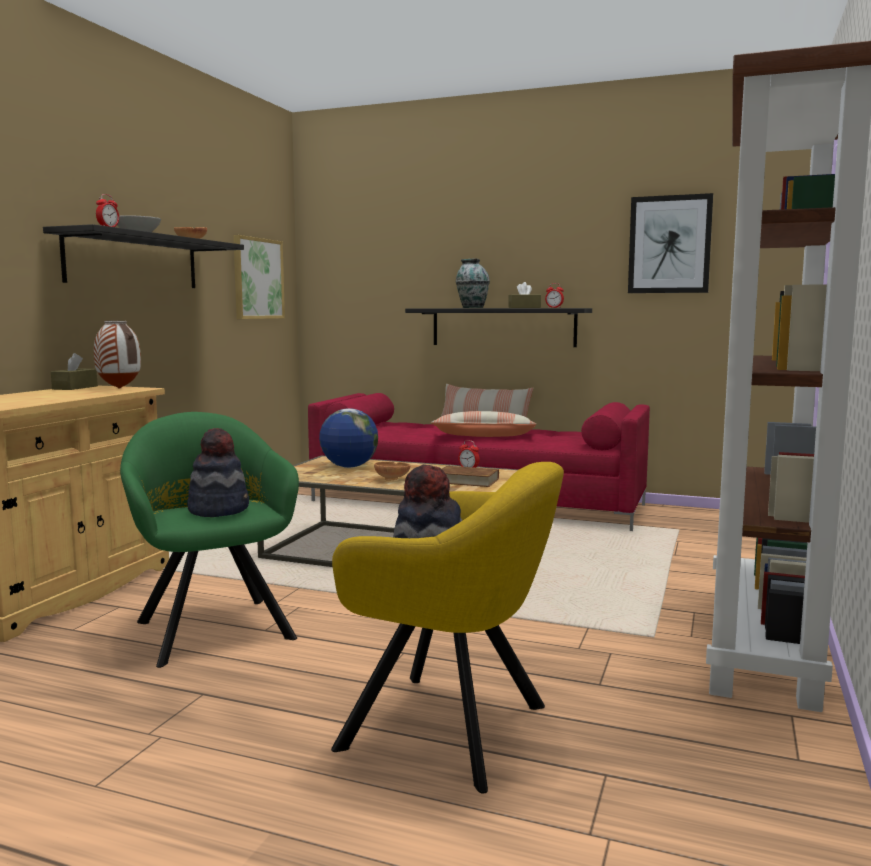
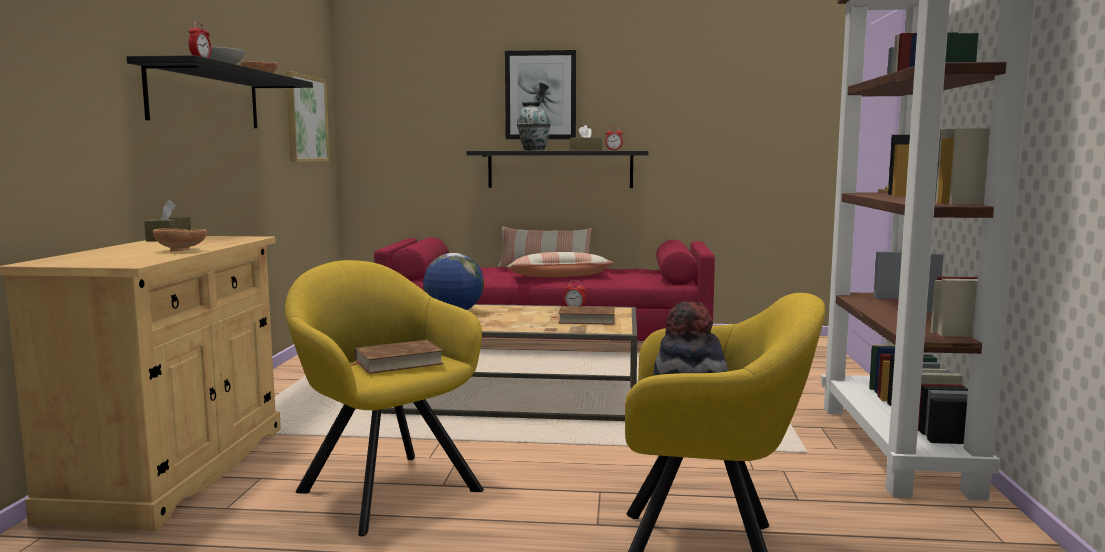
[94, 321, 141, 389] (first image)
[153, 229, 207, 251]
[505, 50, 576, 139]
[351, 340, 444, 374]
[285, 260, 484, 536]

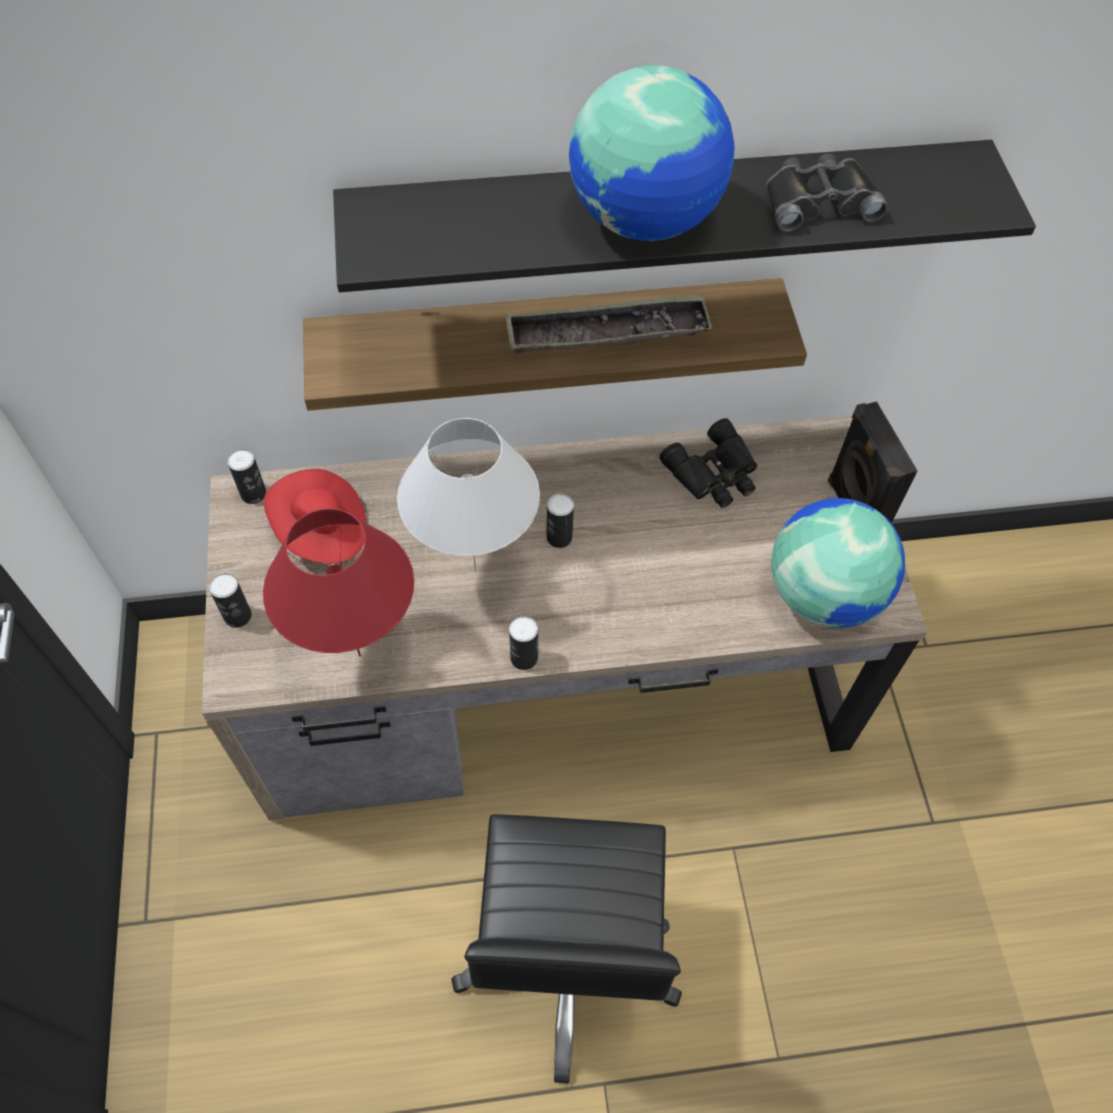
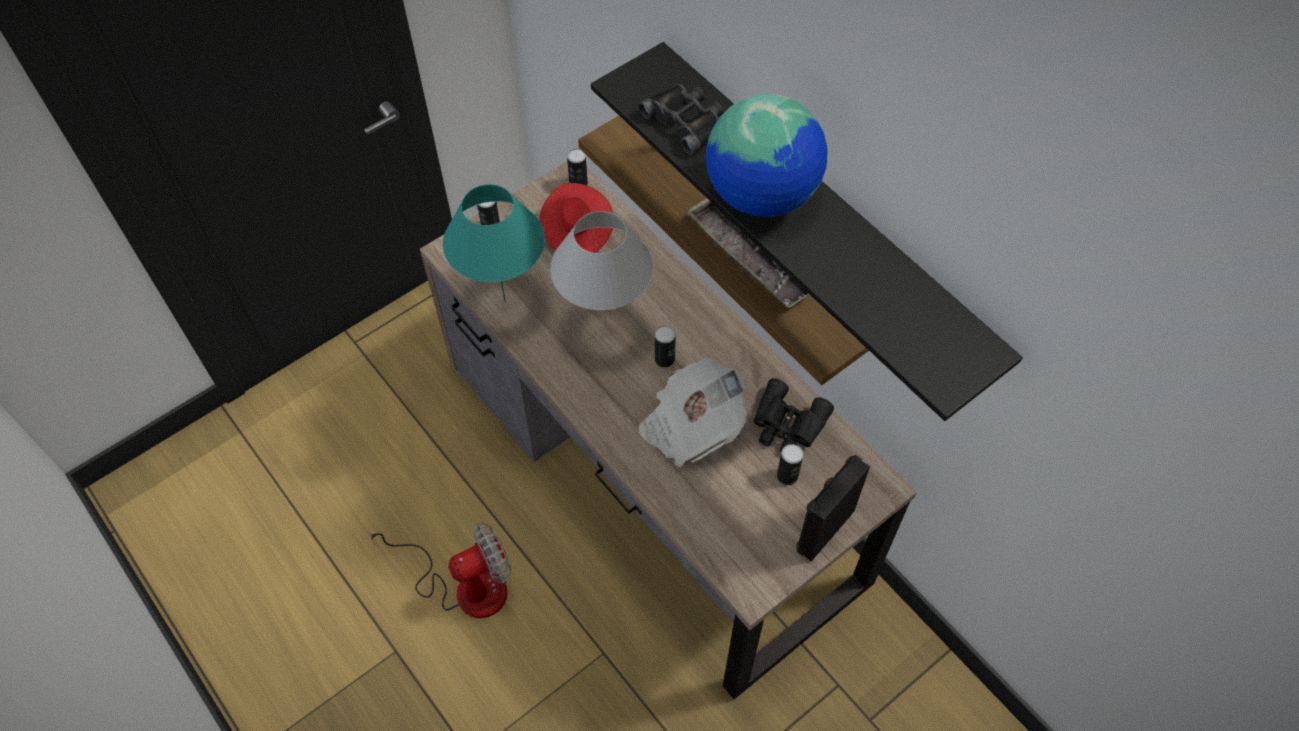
[771, 498, 905, 628] (first image)
[638, 358, 747, 467]
[777, 444, 804, 485]
[638, 84, 723, 155]
[367, 523, 511, 618]
[443, 184, 545, 302]

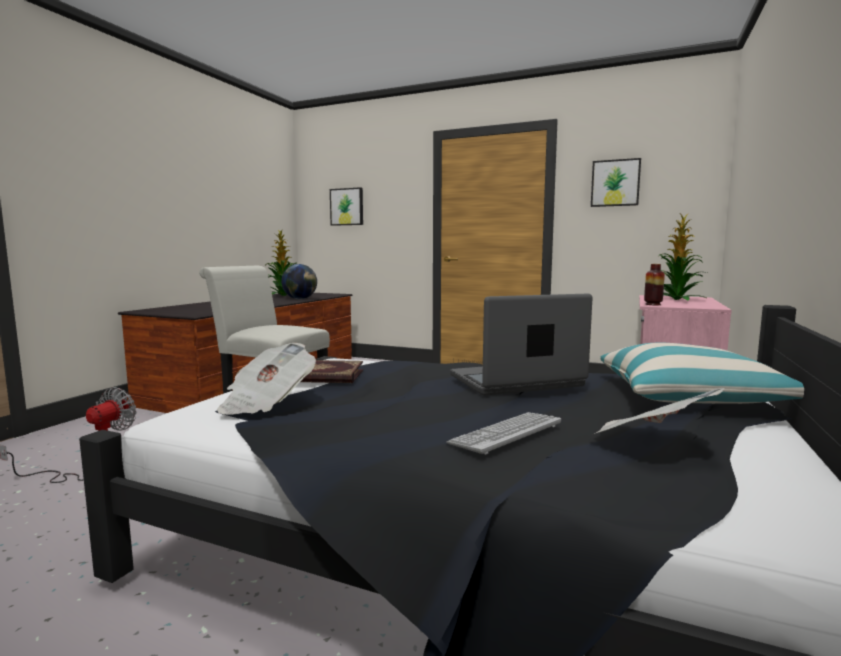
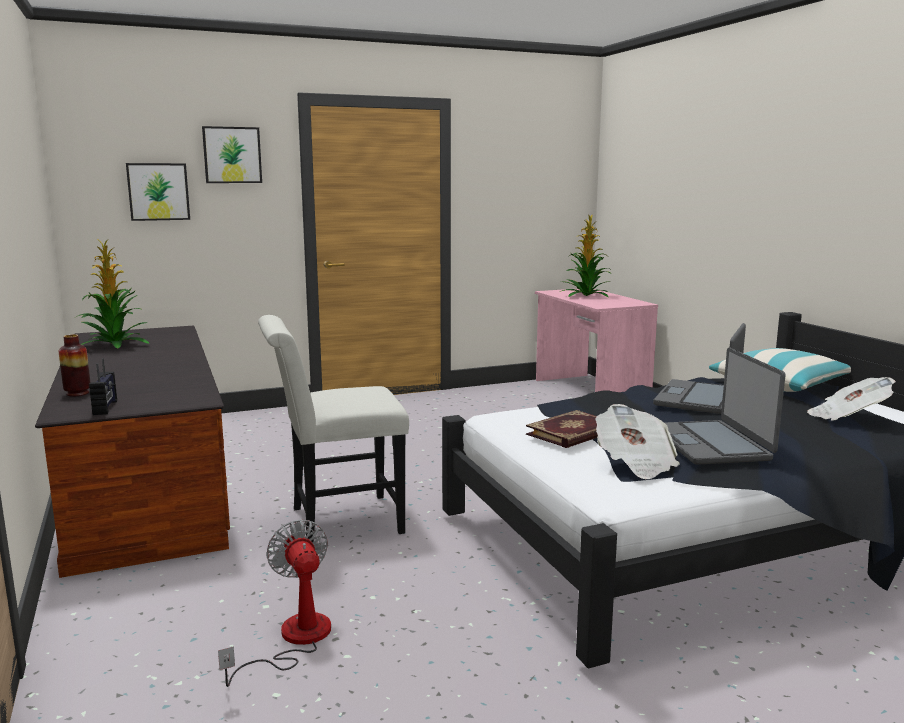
[281, 264, 317, 299] (first image)
[446, 412, 561, 455] (first image)
[89, 358, 117, 415]
[665, 347, 785, 465]
[202, 126, 262, 183]
[59, 334, 90, 396]

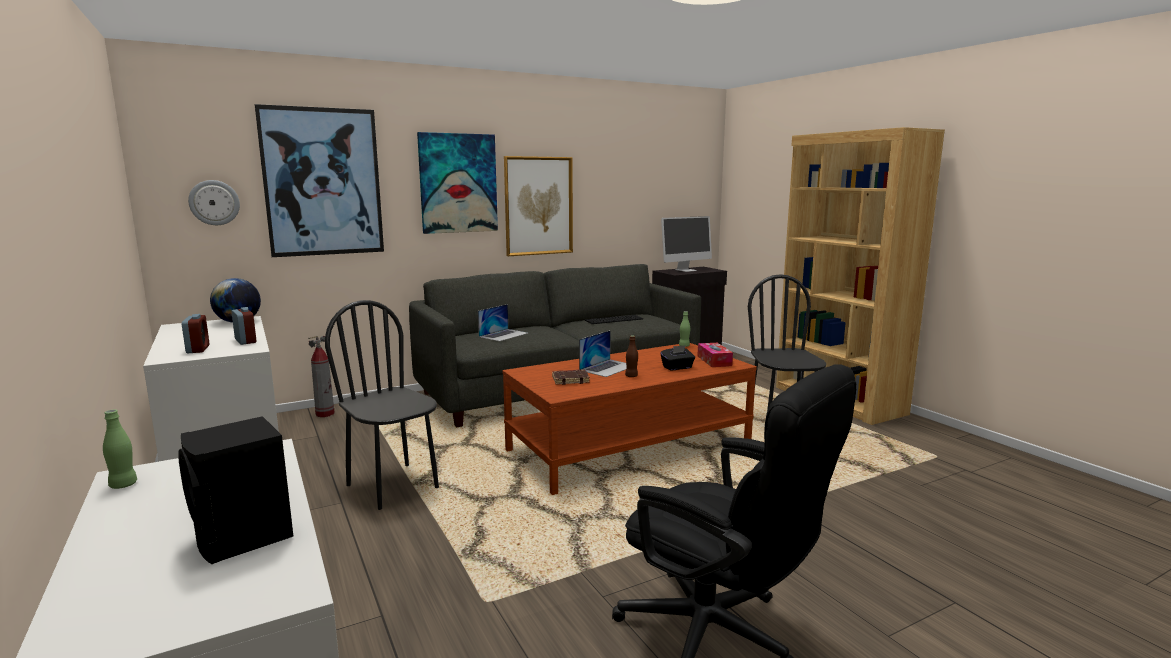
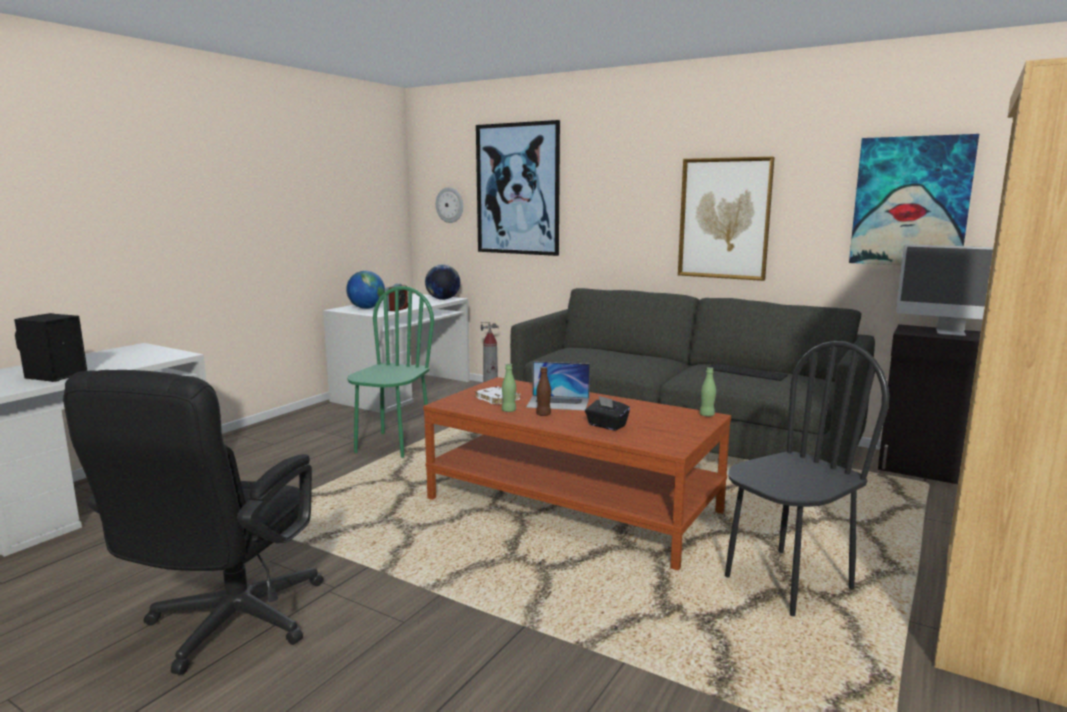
[478, 304, 528, 342] (first image)
[698, 343, 733, 367] (first image)
[502, 364, 516, 412]
[849, 134, 979, 265]
[346, 271, 385, 309]
[347, 286, 434, 458]
[474, 386, 520, 405]

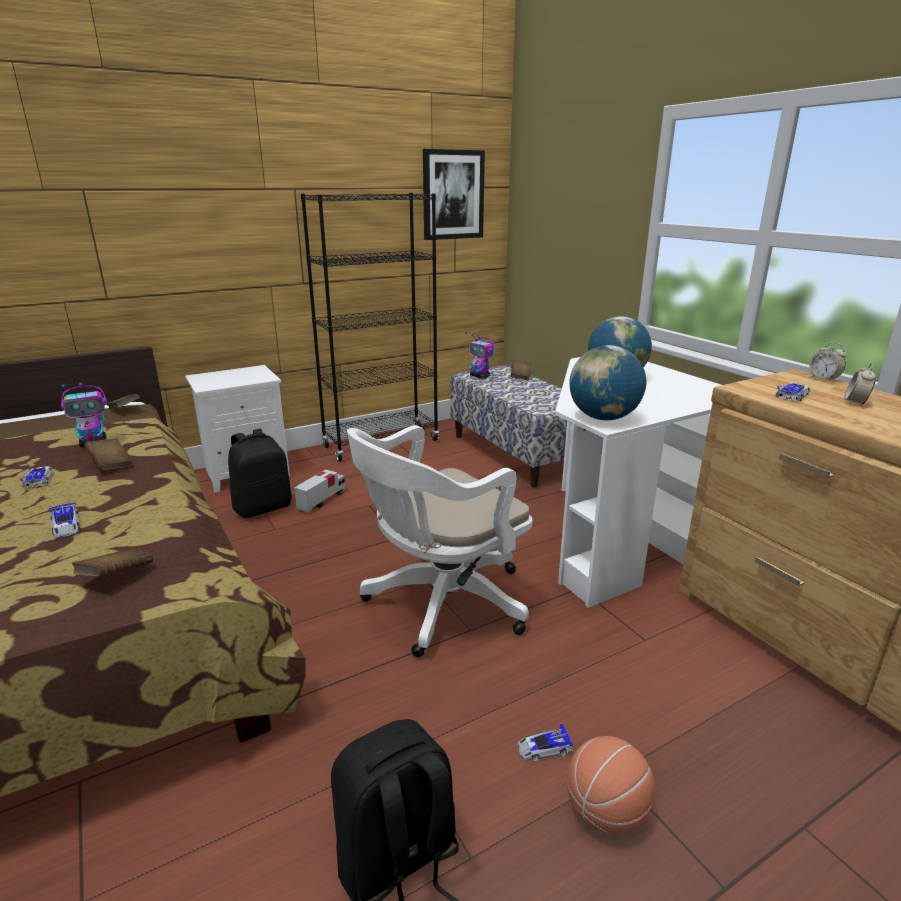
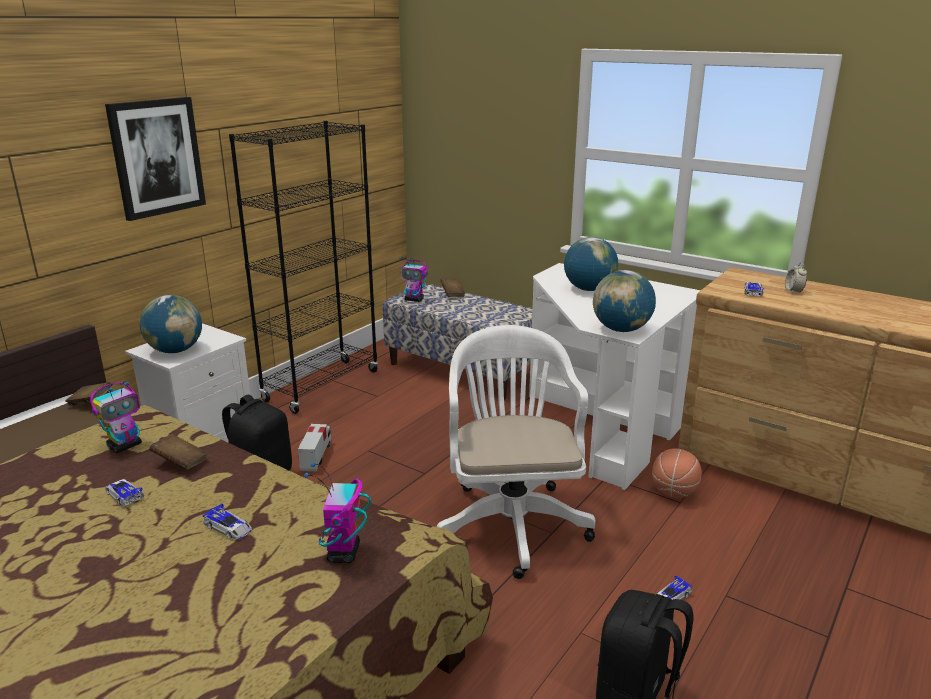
[810, 342, 846, 382] (first image)
[140, 295, 202, 353]
[105, 97, 206, 221]
[652, 449, 702, 498]
[304, 462, 371, 563]
[437, 325, 595, 579]

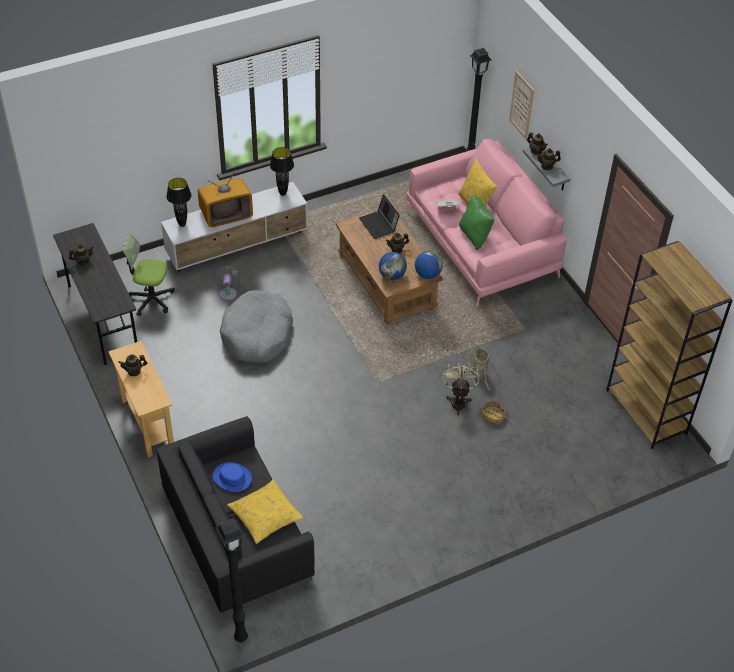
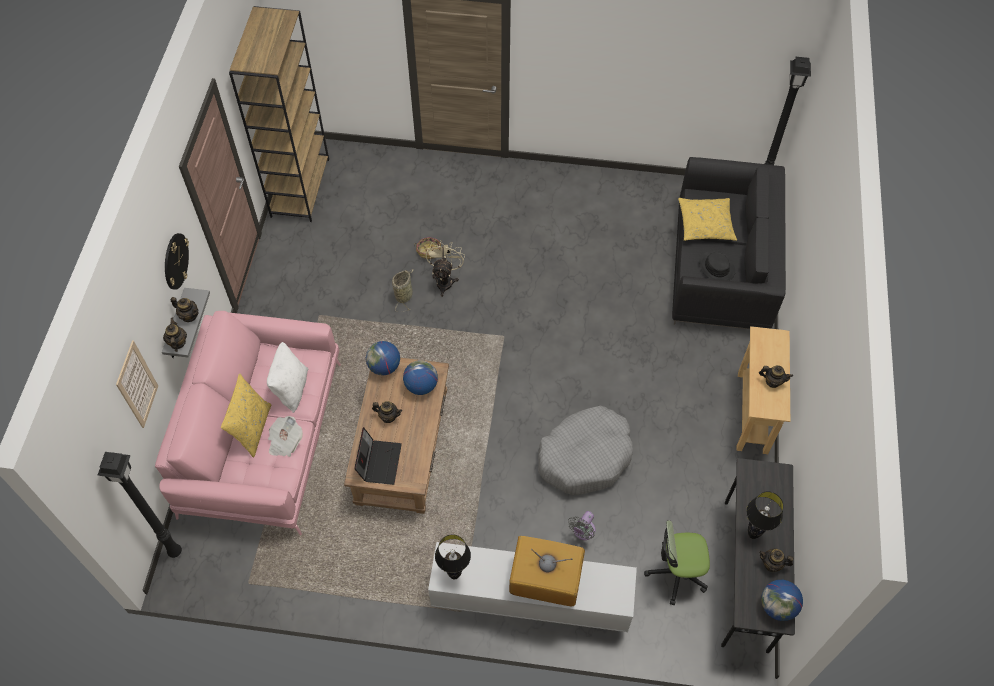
[165, 233, 189, 290]
[761, 580, 803, 621]
[746, 492, 784, 539]
[699, 250, 735, 281]
[267, 342, 308, 413]
[644, 520, 710, 605]
[426, 240, 465, 297]

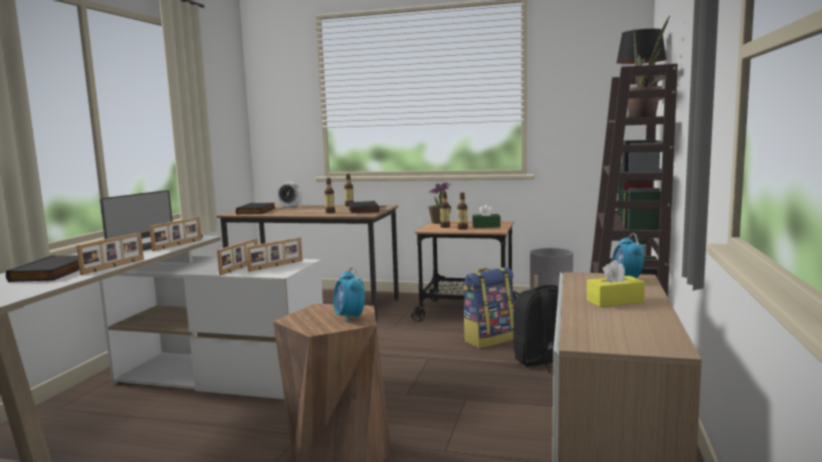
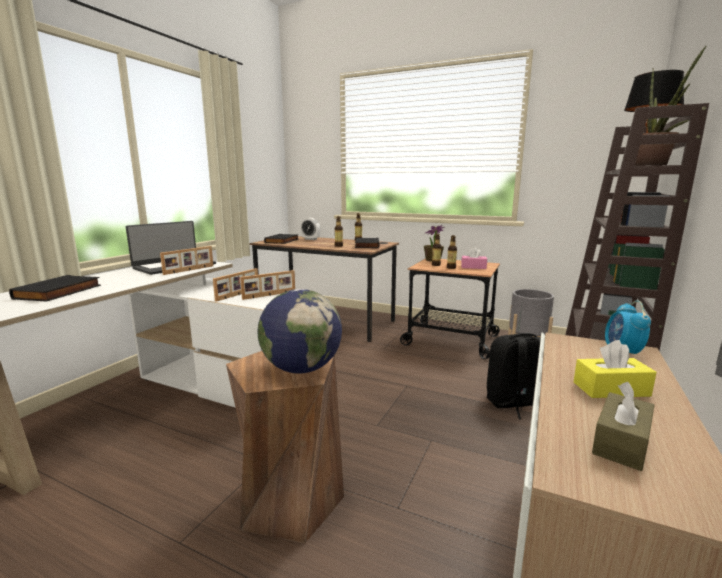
[76, 233, 144, 275] (first image)
[463, 267, 514, 348] (first image)
[592, 382, 654, 471]
[257, 289, 342, 374]
[461, 247, 487, 269]

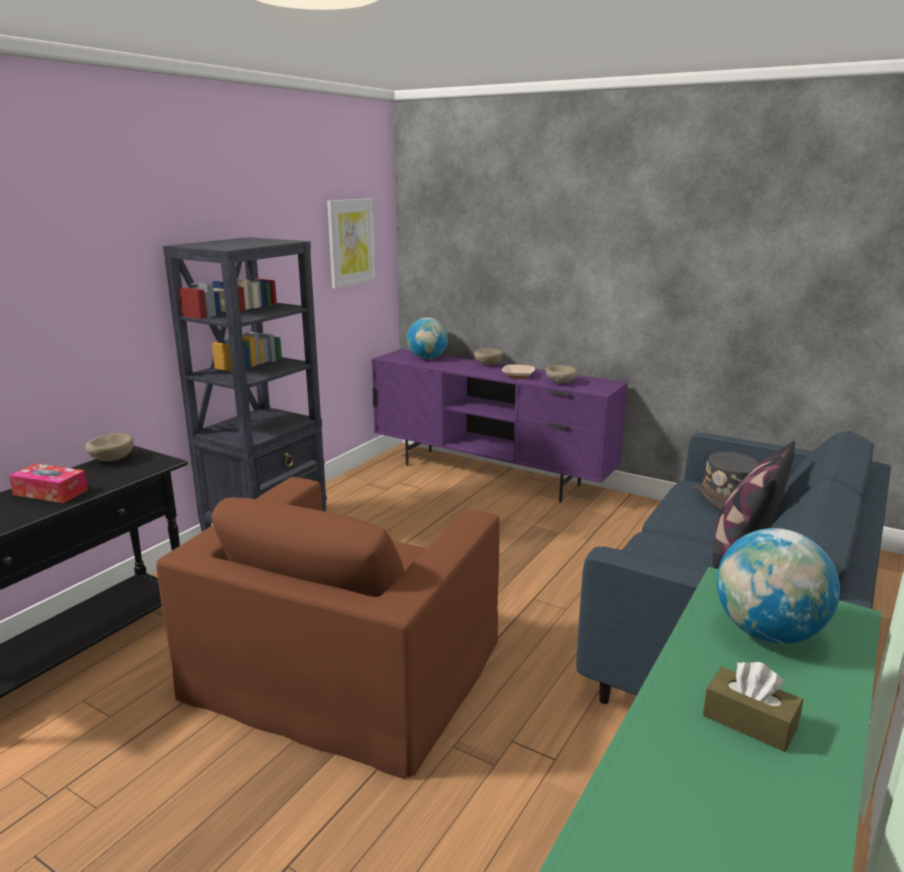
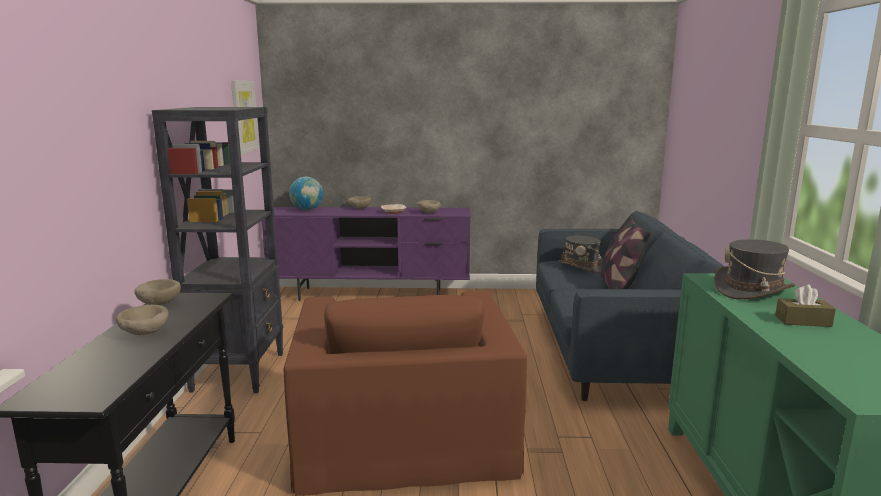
[116, 305, 169, 335]
[714, 239, 795, 300]

